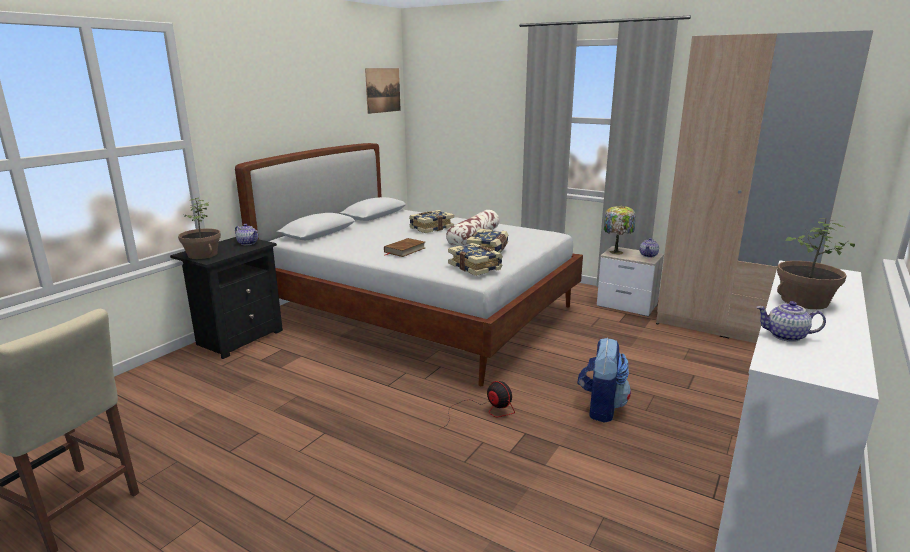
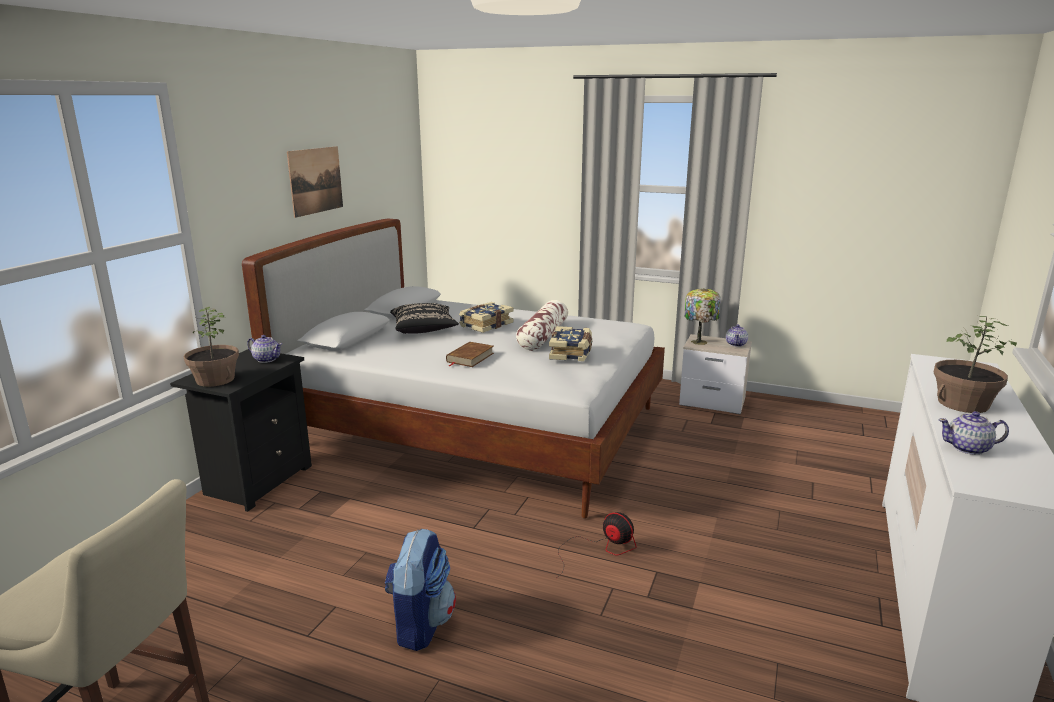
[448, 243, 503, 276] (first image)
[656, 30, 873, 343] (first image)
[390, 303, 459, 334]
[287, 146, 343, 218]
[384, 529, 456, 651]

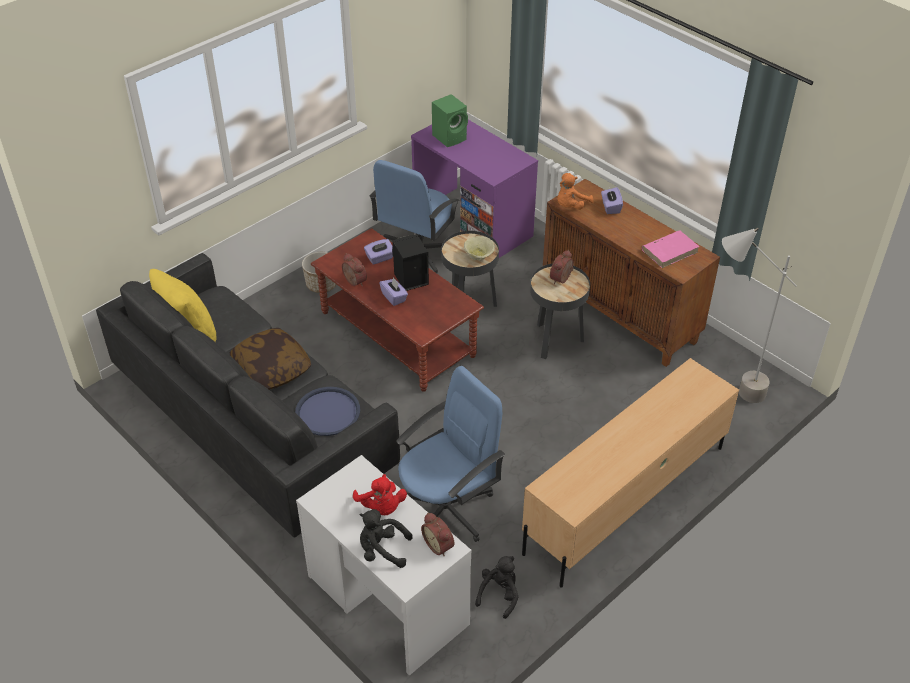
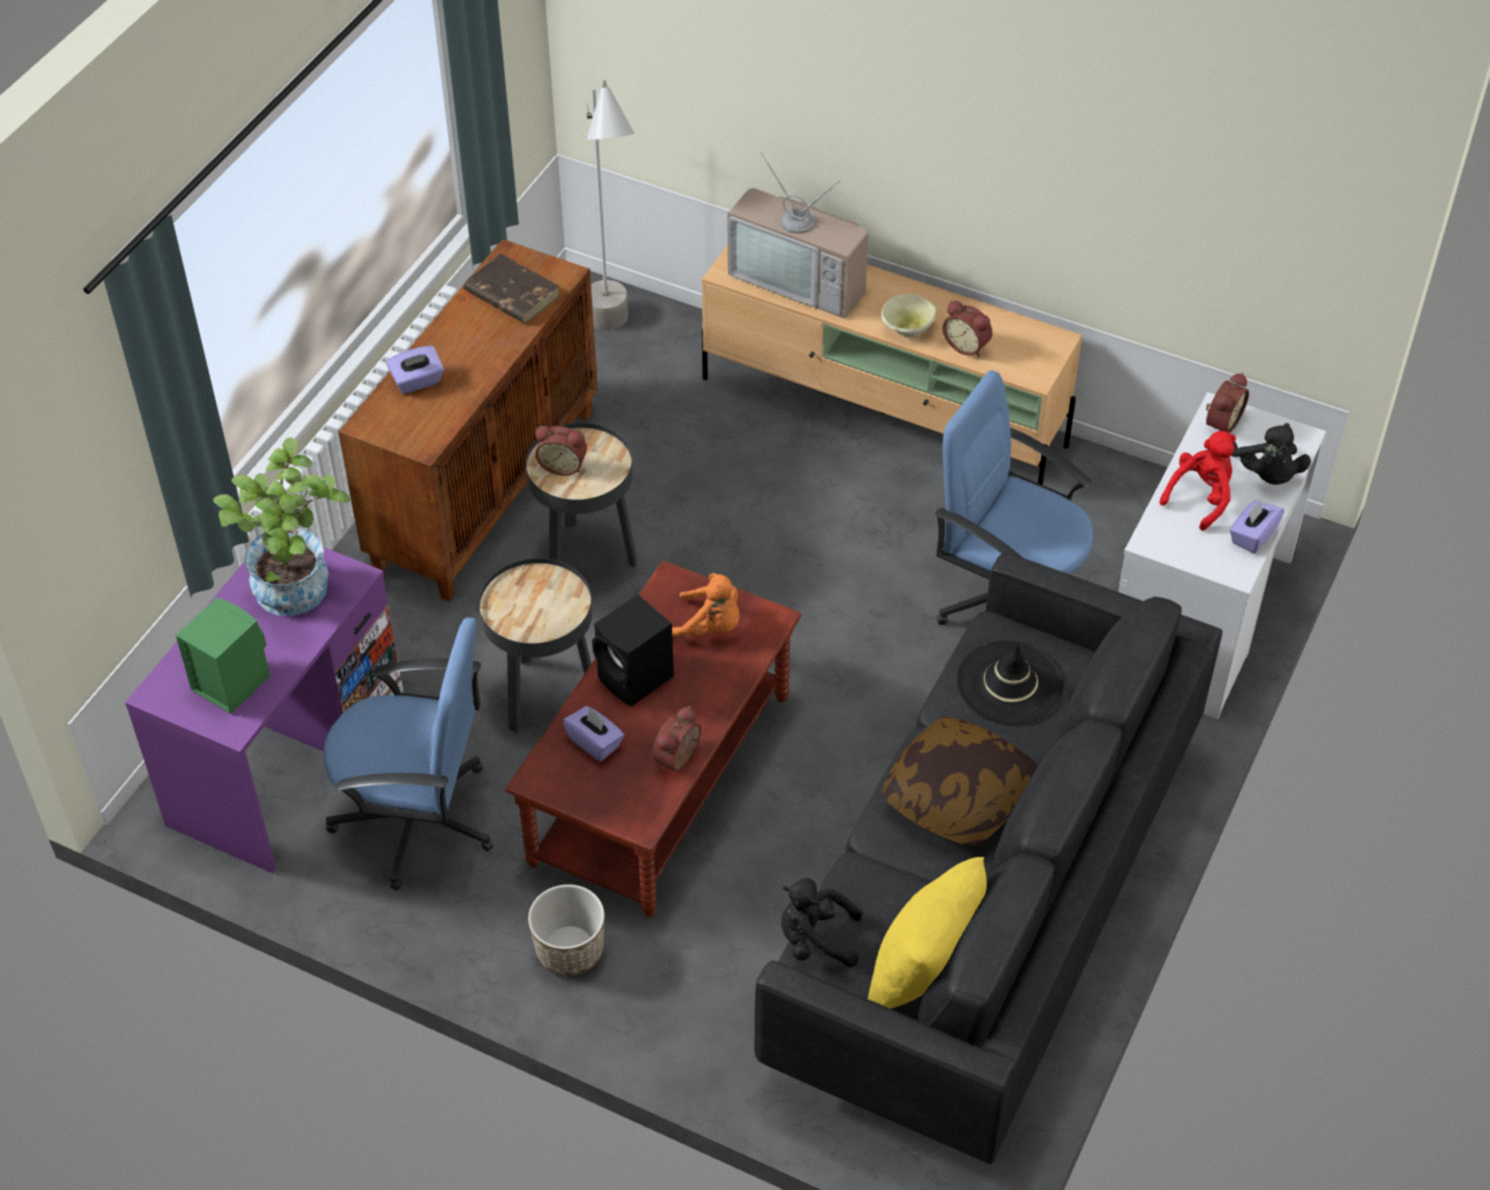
[213, 438, 350, 616]
[727, 153, 869, 319]
[942, 300, 992, 357]
[1230, 500, 1284, 554]
[881, 294, 937, 338]
[781, 878, 863, 967]
[672, 573, 739, 637]
[957, 640, 1064, 724]
[463, 253, 560, 324]

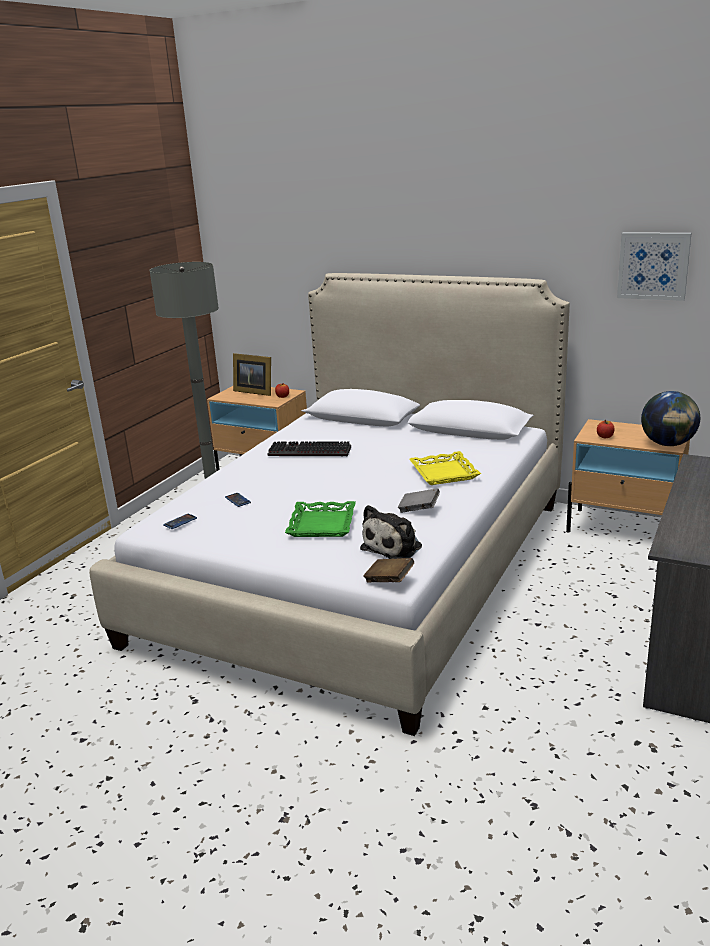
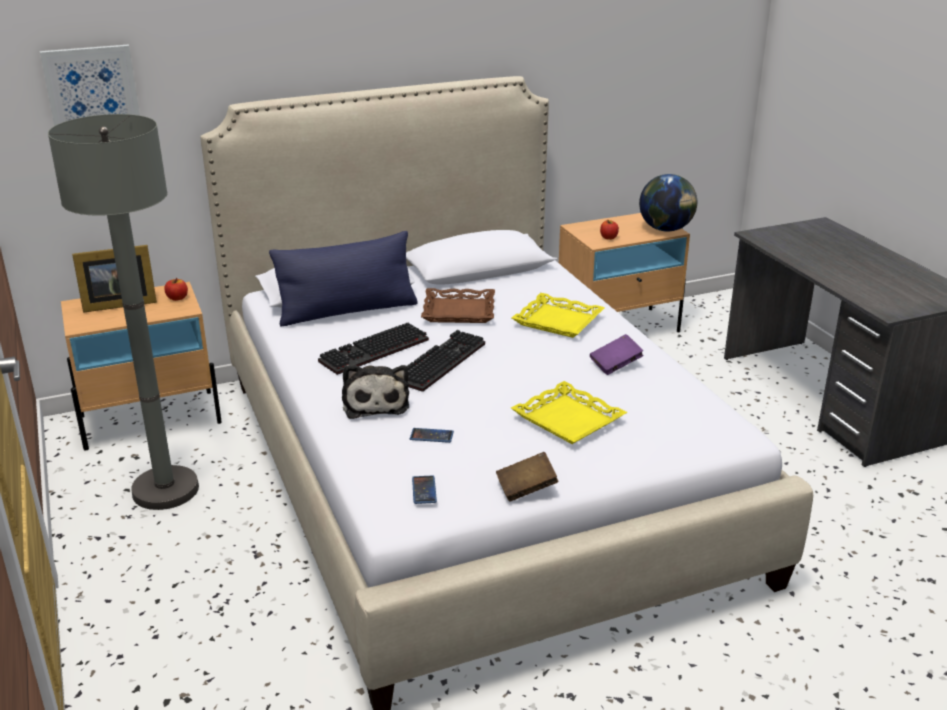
[269, 231, 418, 326]
[407, 330, 485, 392]
[421, 288, 495, 323]
[342, 365, 409, 419]
[496, 452, 558, 501]
[40, 45, 140, 126]
[511, 381, 627, 444]
[590, 334, 643, 375]

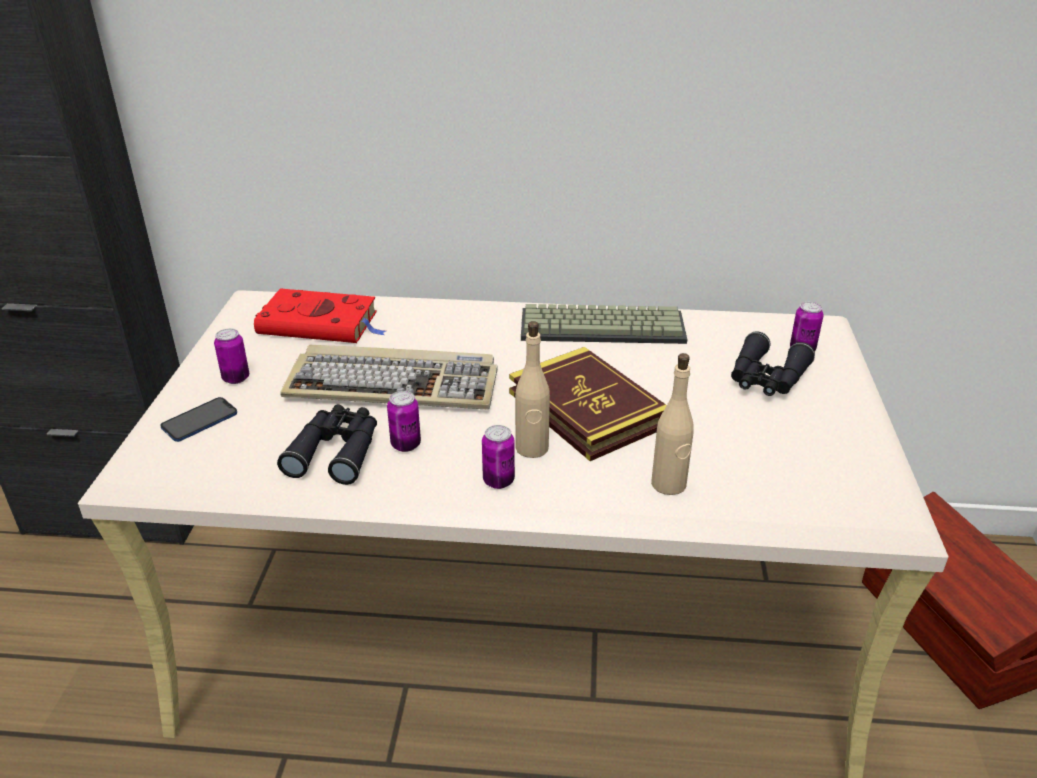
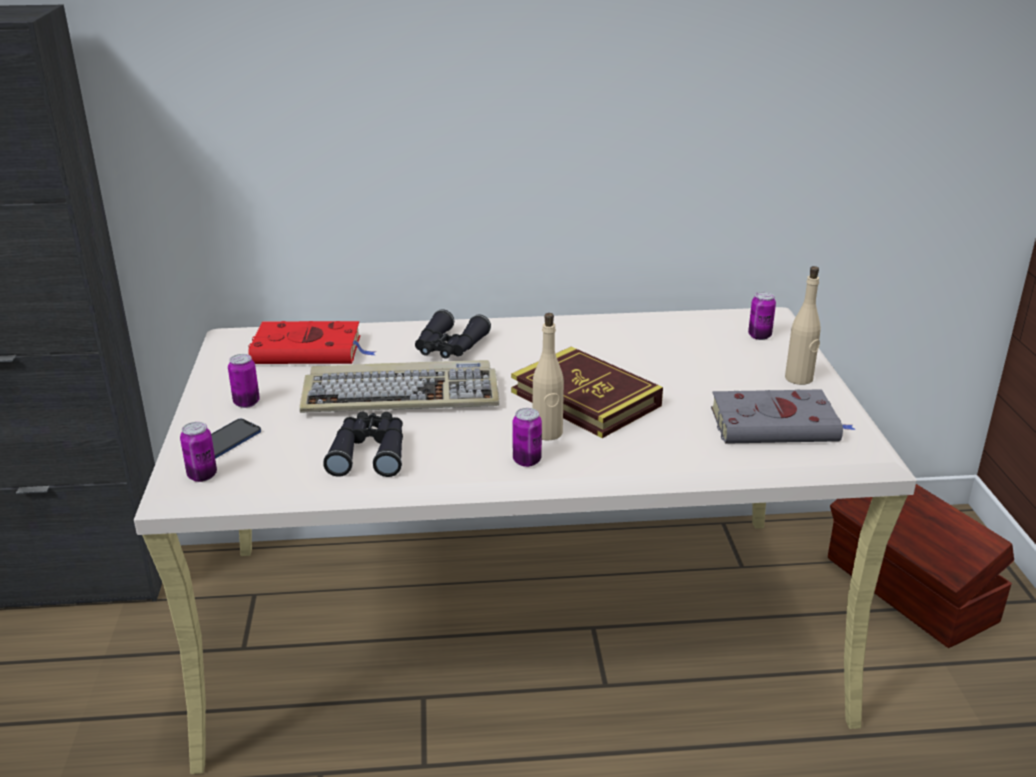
[521, 304, 687, 344] (first image)
[711, 389, 856, 444]
[180, 422, 217, 482]
[785, 266, 821, 385]
[415, 309, 491, 359]

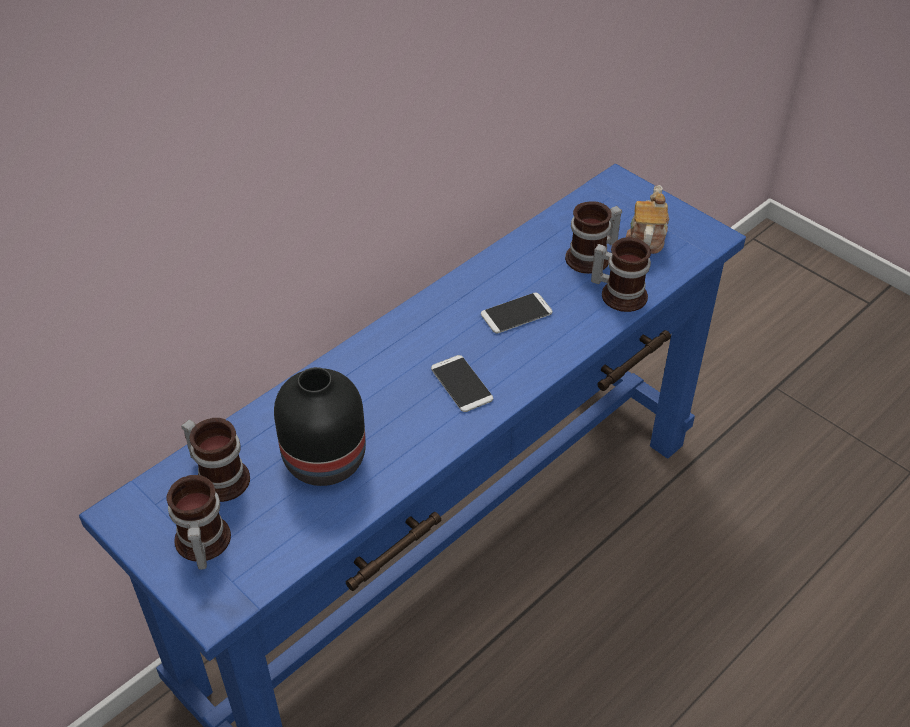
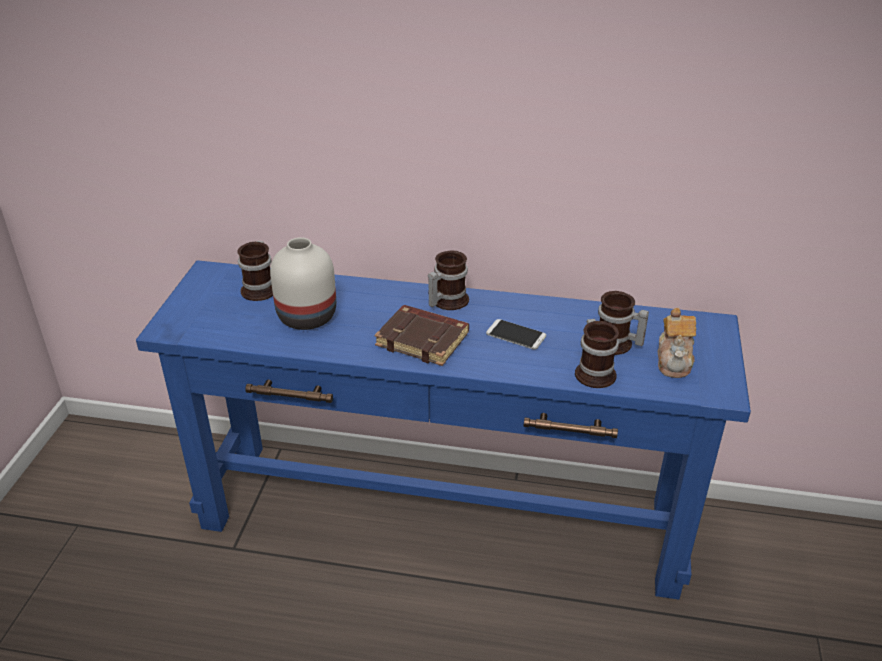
[428, 251, 469, 310]
[375, 305, 469, 366]
[270, 237, 336, 330]
[658, 308, 696, 378]

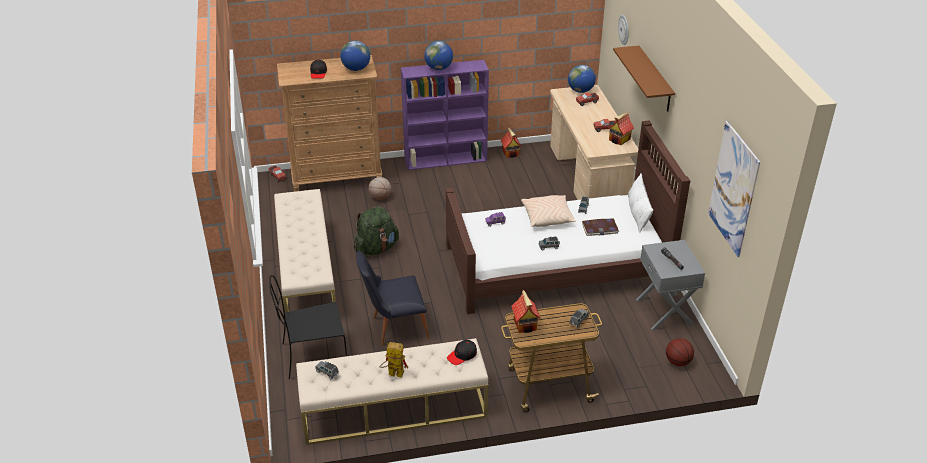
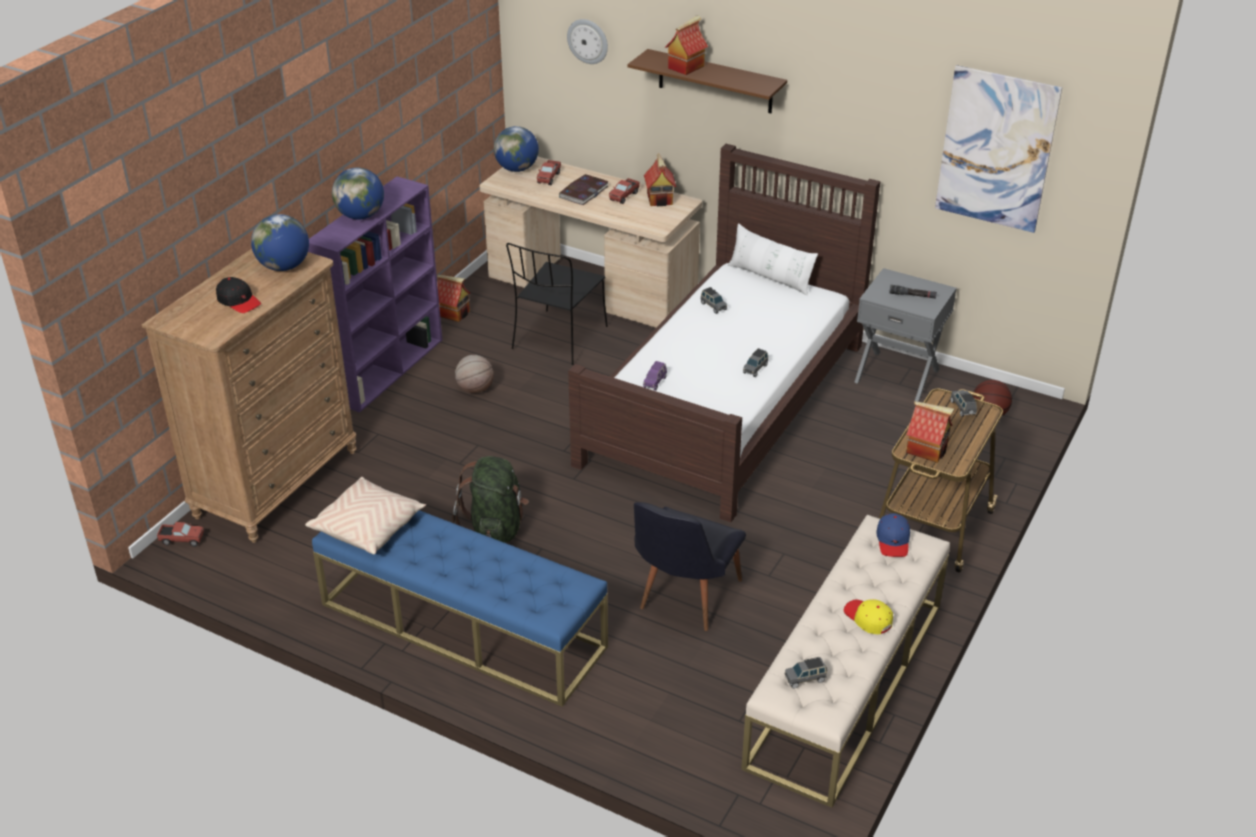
[665, 15, 708, 75]
[506, 243, 608, 365]
[455, 355, 494, 393]
[305, 477, 426, 554]
[559, 174, 609, 205]
[844, 599, 893, 634]
[312, 510, 608, 707]
[877, 513, 910, 557]

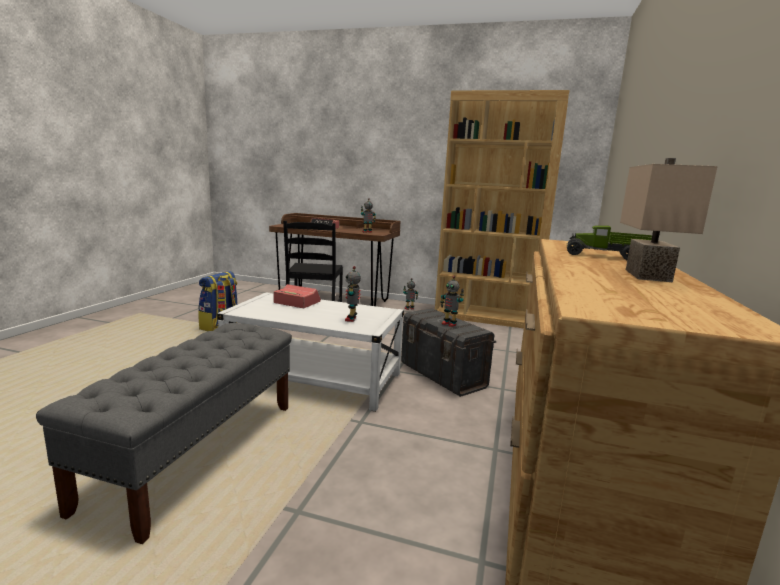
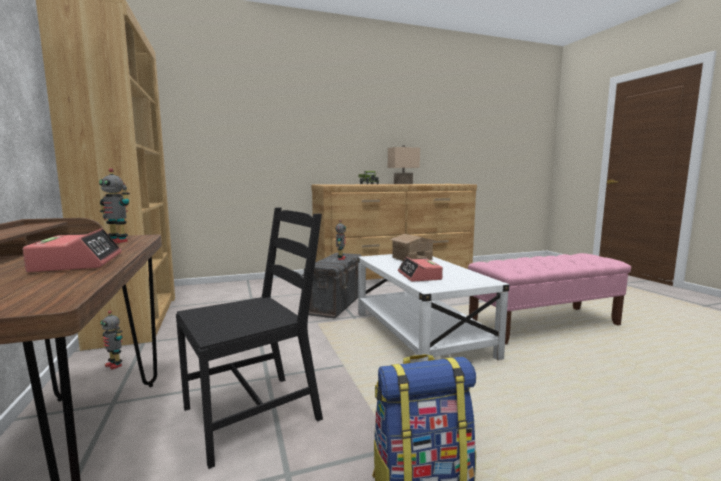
[390, 234, 436, 261]
[468, 253, 631, 344]

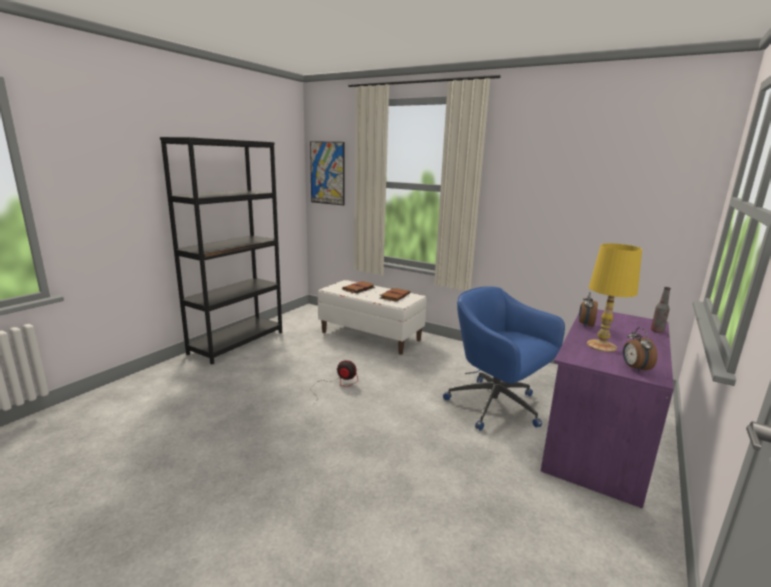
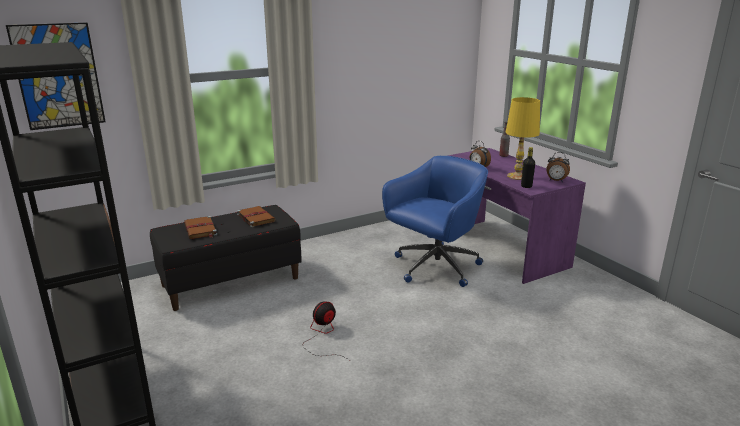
[521, 147, 535, 188]
[150, 205, 302, 311]
[382, 156, 488, 287]

